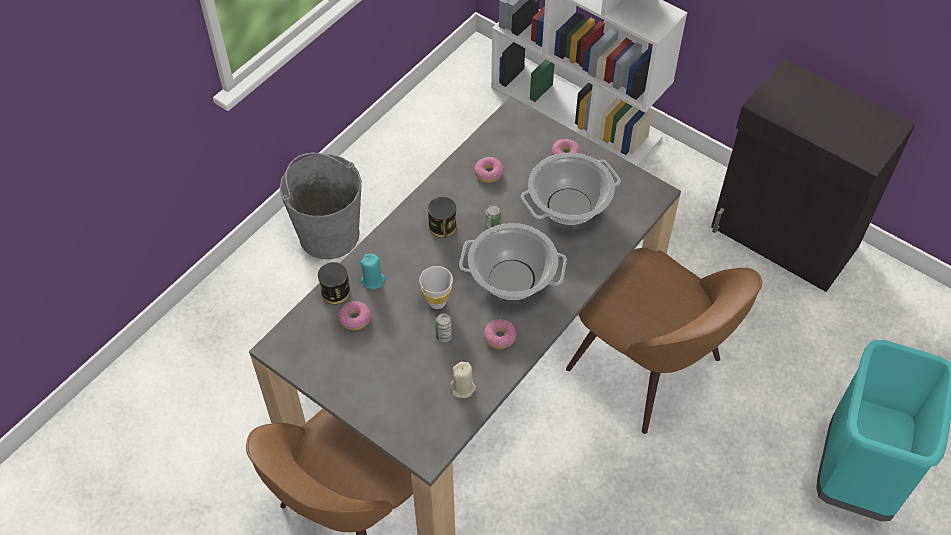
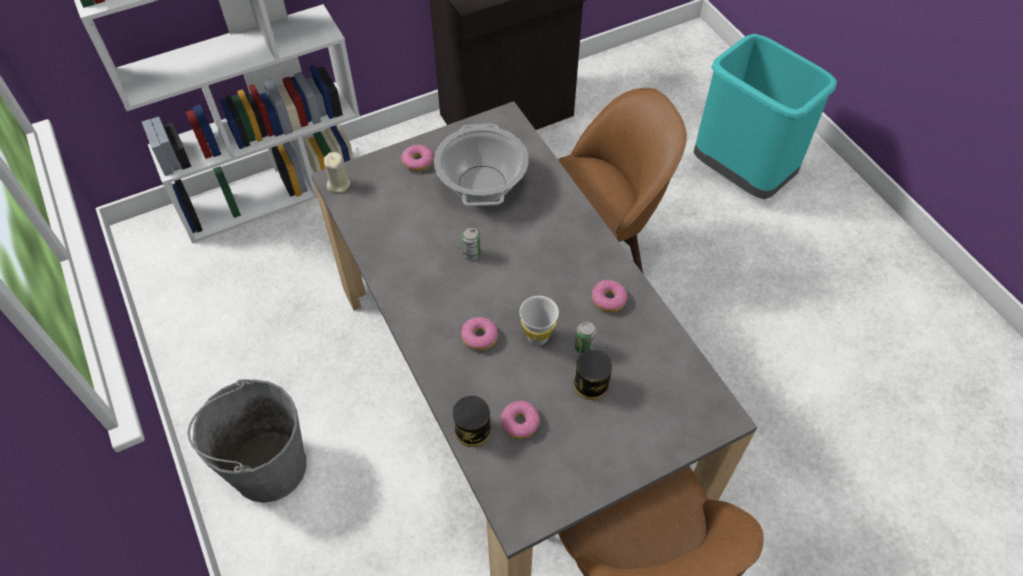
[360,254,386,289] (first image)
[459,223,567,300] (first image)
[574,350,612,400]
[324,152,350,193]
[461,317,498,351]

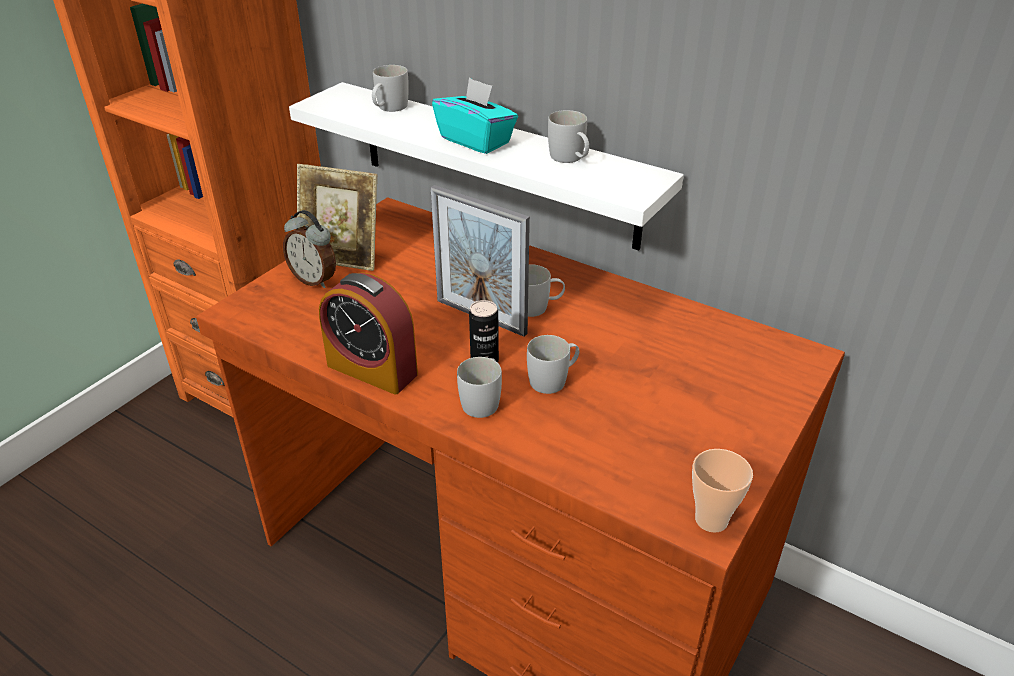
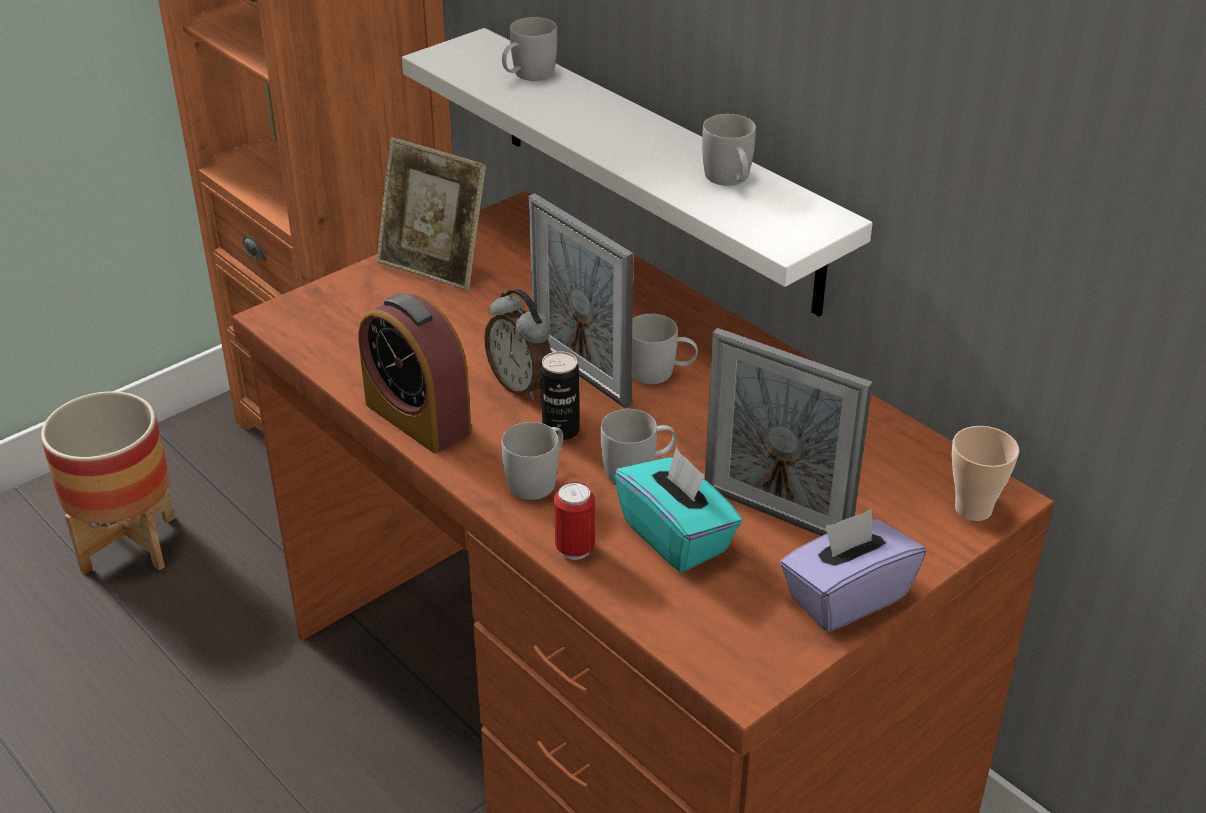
[41,391,175,574]
[554,482,595,560]
[705,328,873,536]
[780,509,926,632]
[484,289,552,400]
[614,447,742,572]
[952,426,1019,521]

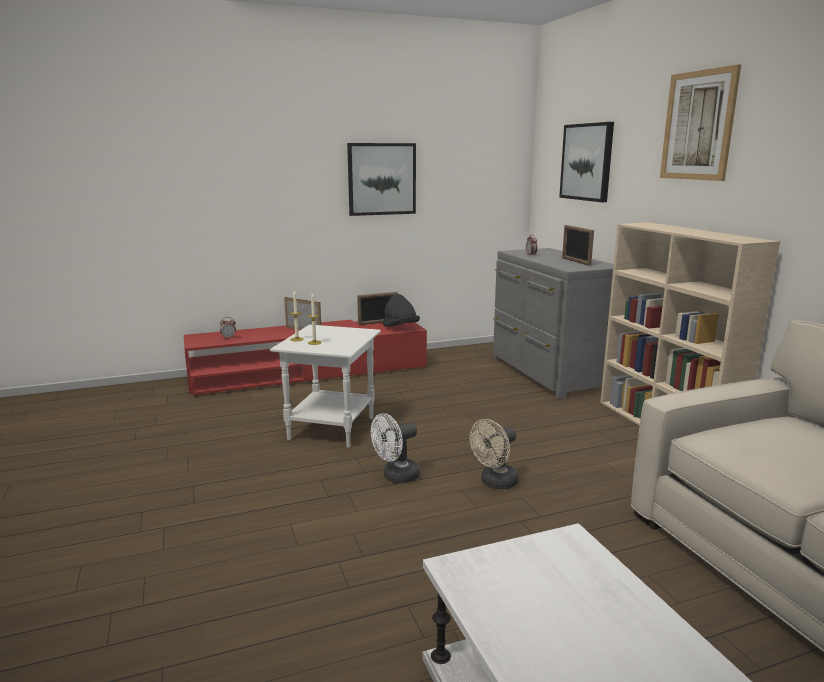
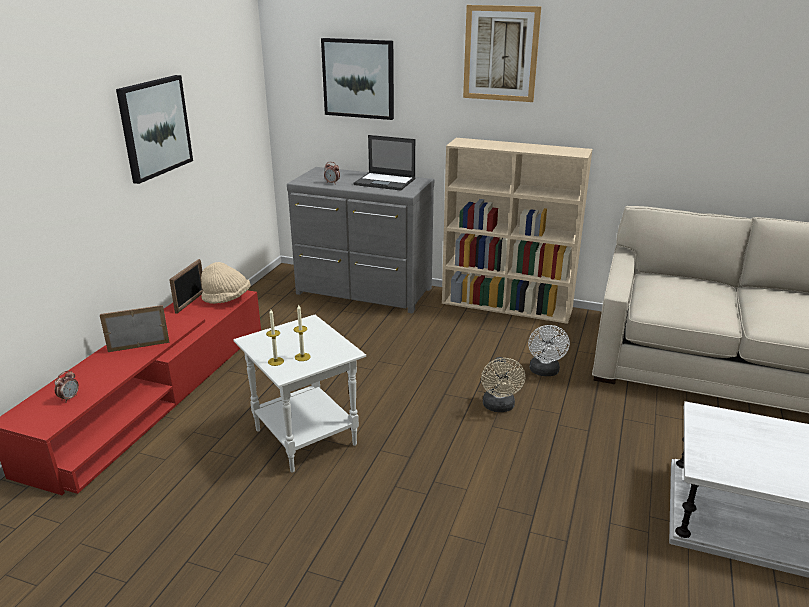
[528,325,570,376]
[354,135,415,190]
[201,262,251,304]

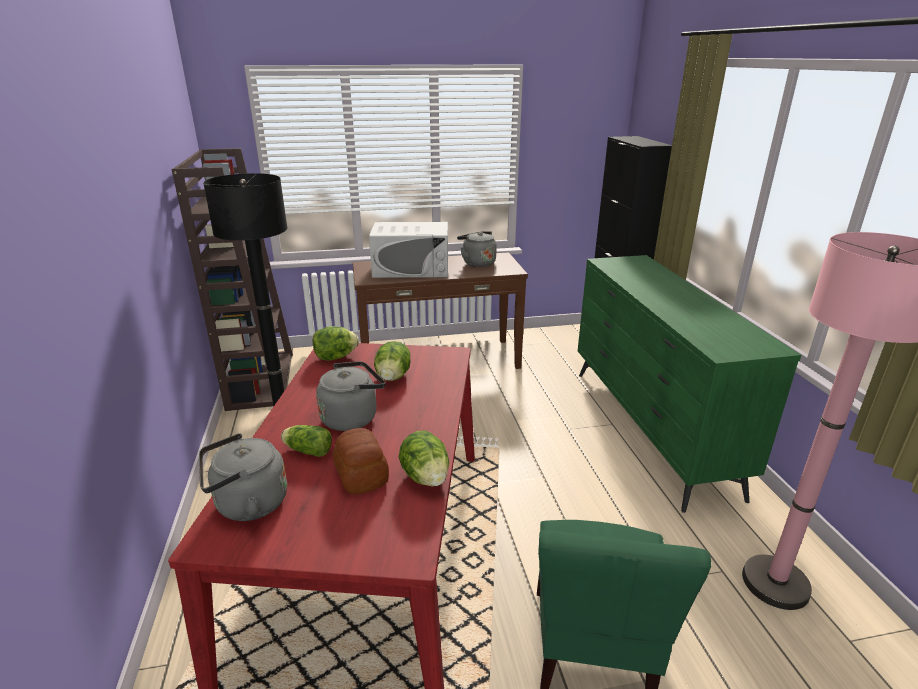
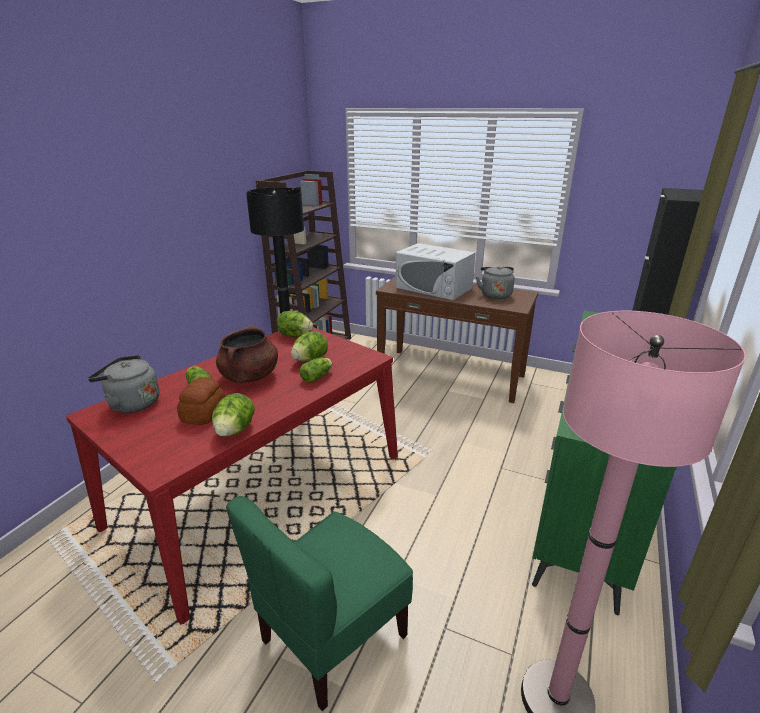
[299,357,332,383]
[216,325,278,383]

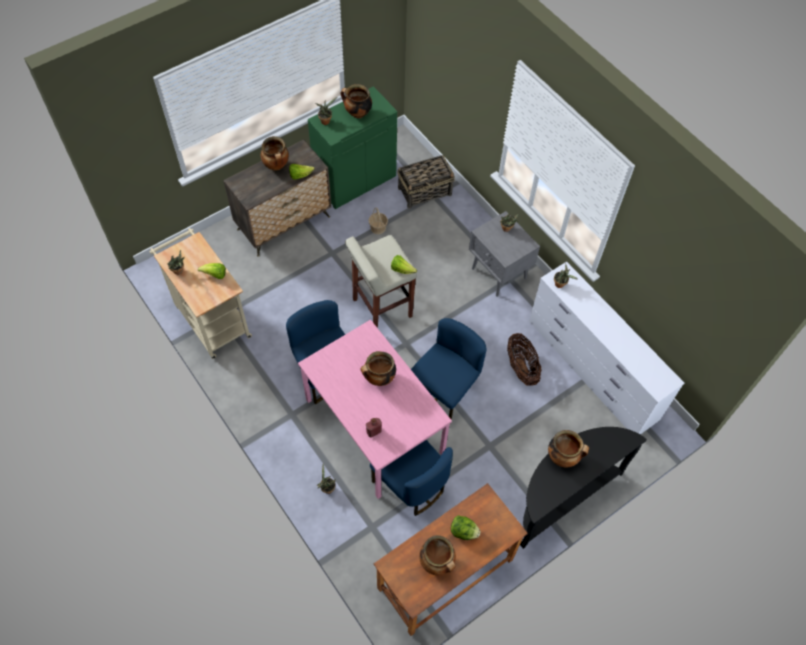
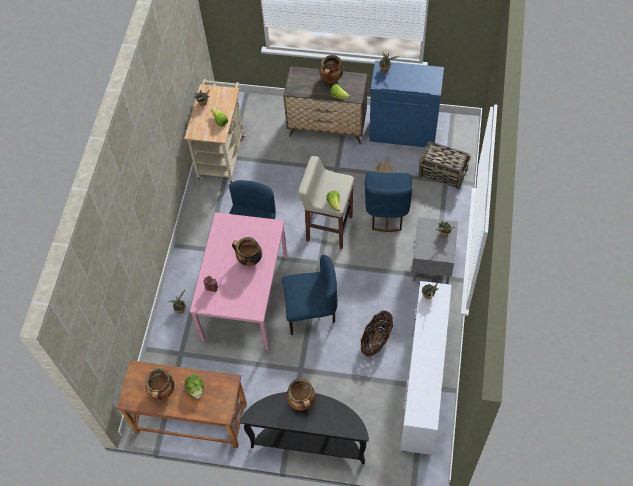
[340,84,372,118] (first image)
[365,172,412,232]
[369,61,444,147]

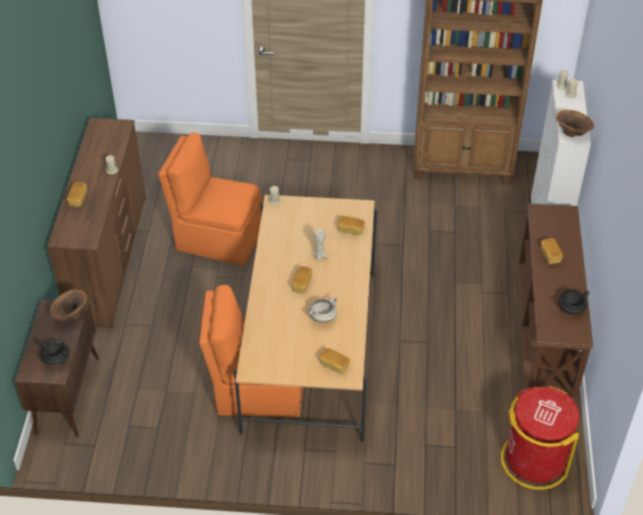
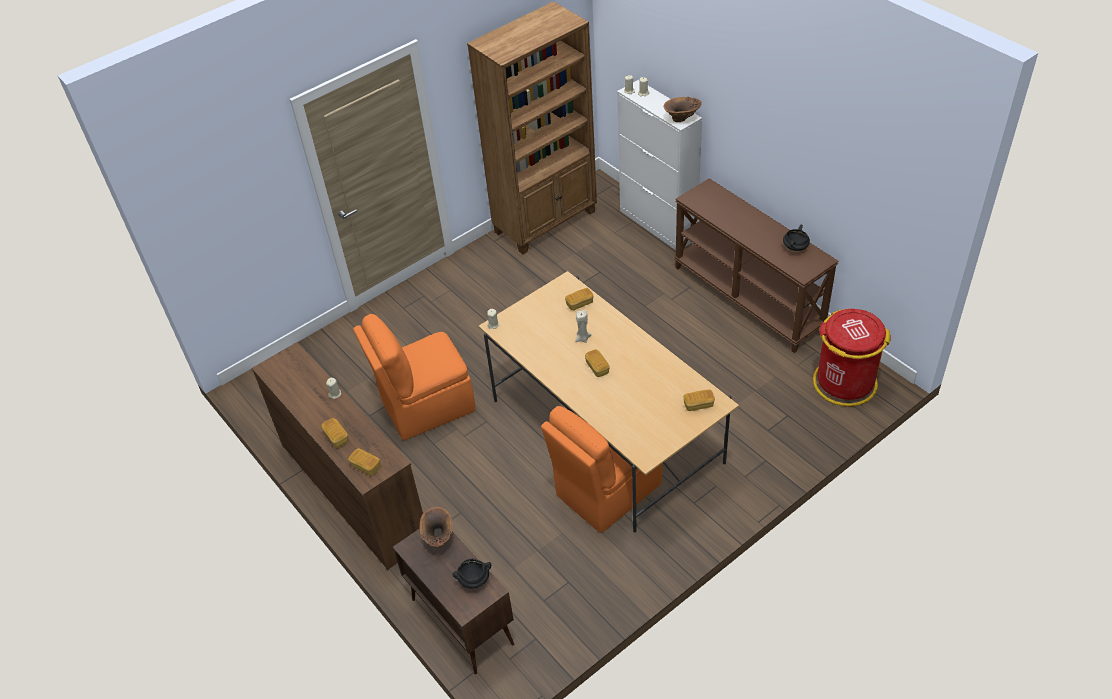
[308,297,337,323] (first image)
[348,448,381,476]

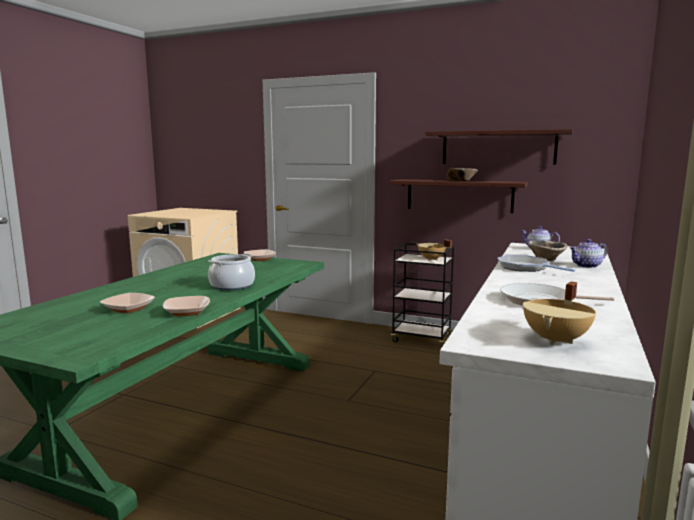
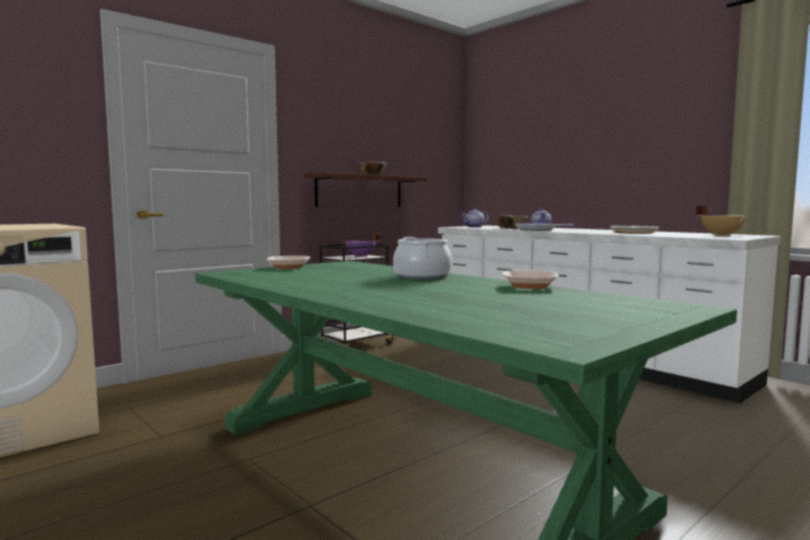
[100,293,155,313] (first image)
[425,129,573,164] (first image)
[344,234,381,257]

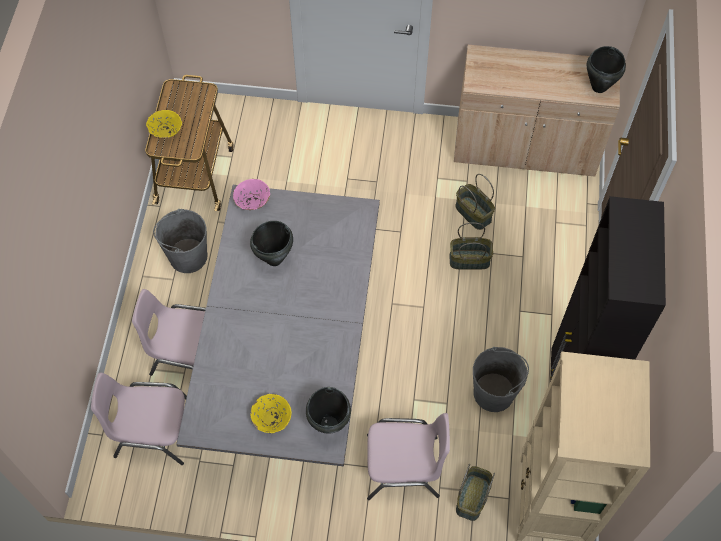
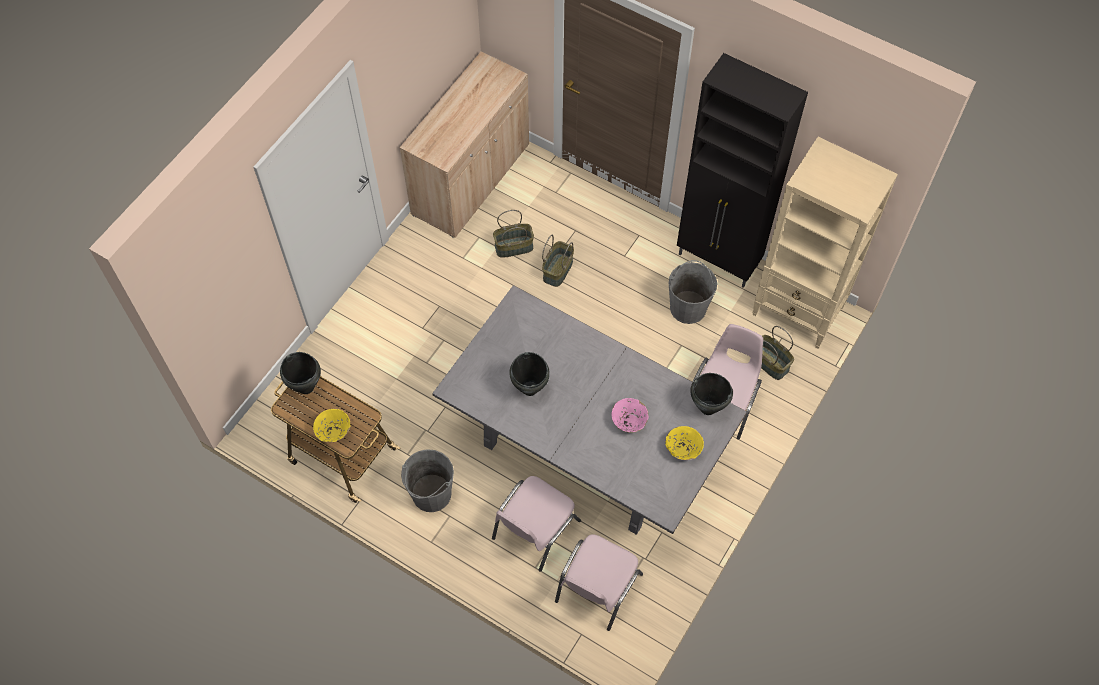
[611,398,648,433]
[280,352,321,394]

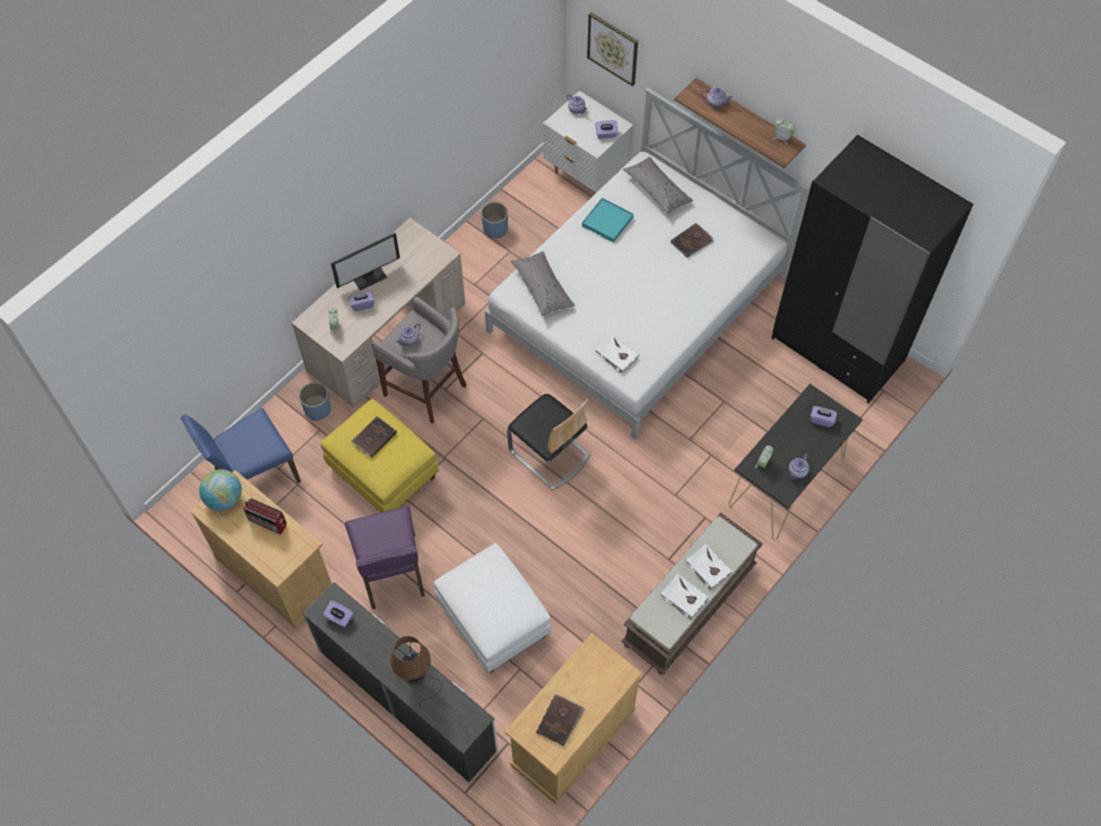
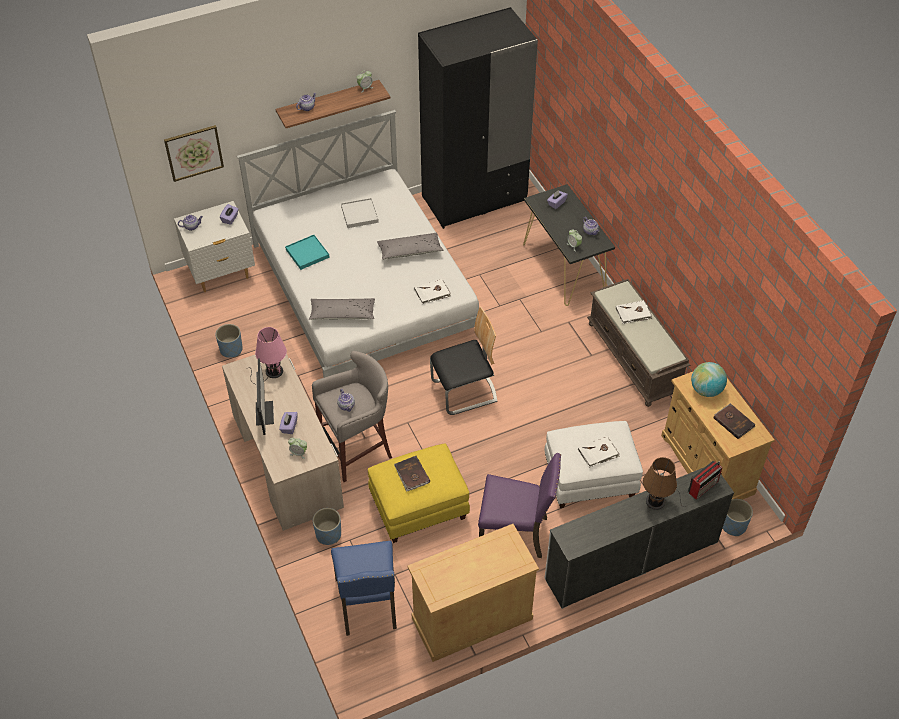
[323,600,354,628] (first image)
[246,327,287,385]
[722,499,753,536]
[691,362,727,397]
[688,461,722,499]
[377,233,443,260]
[578,436,620,467]
[341,198,379,228]

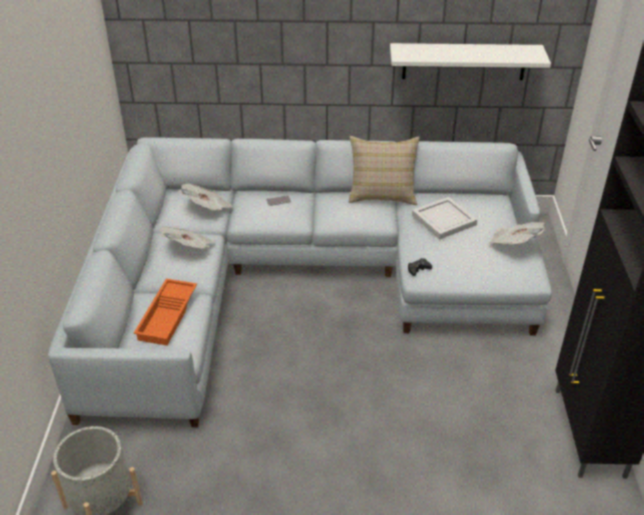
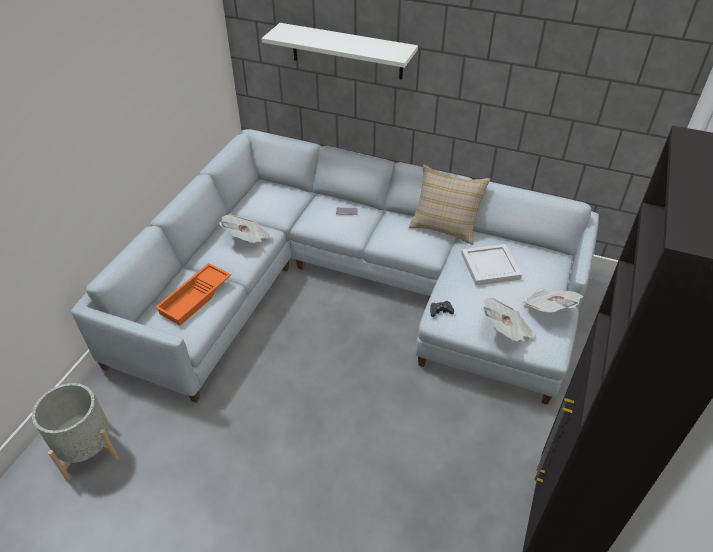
[481,298,536,342]
[261,23,418,80]

